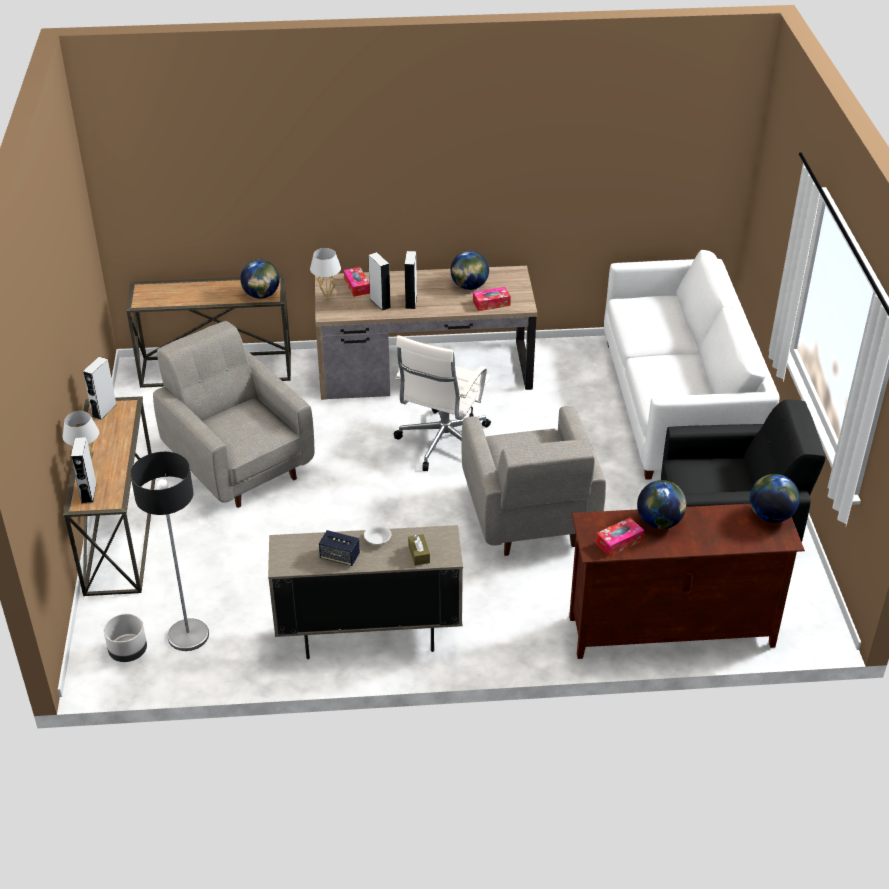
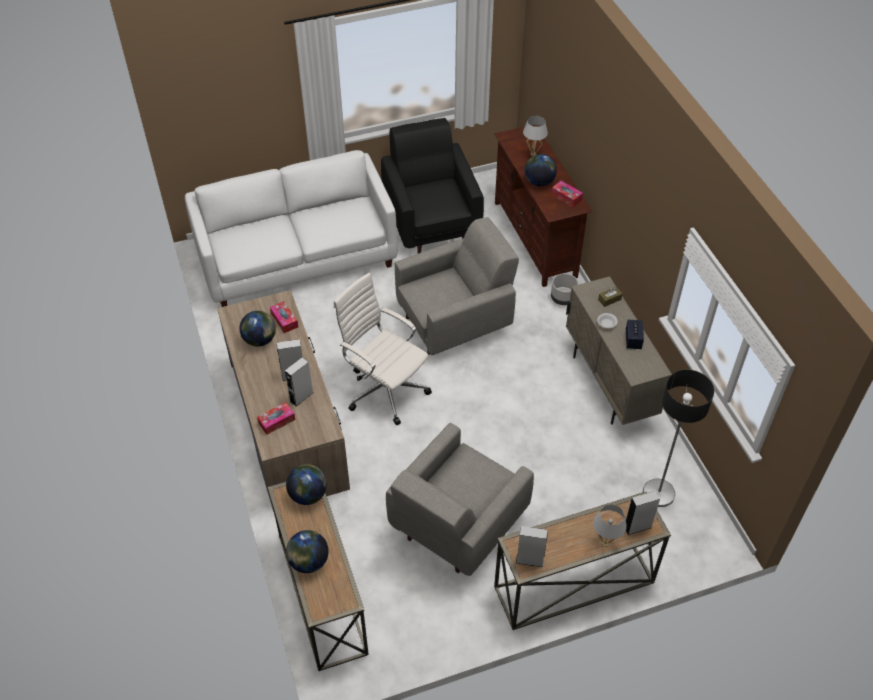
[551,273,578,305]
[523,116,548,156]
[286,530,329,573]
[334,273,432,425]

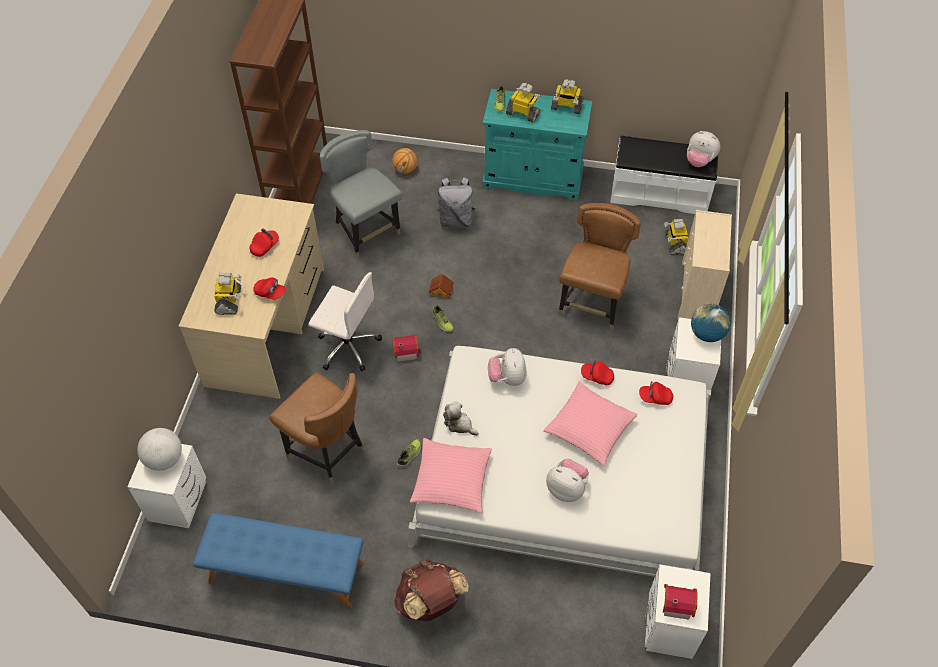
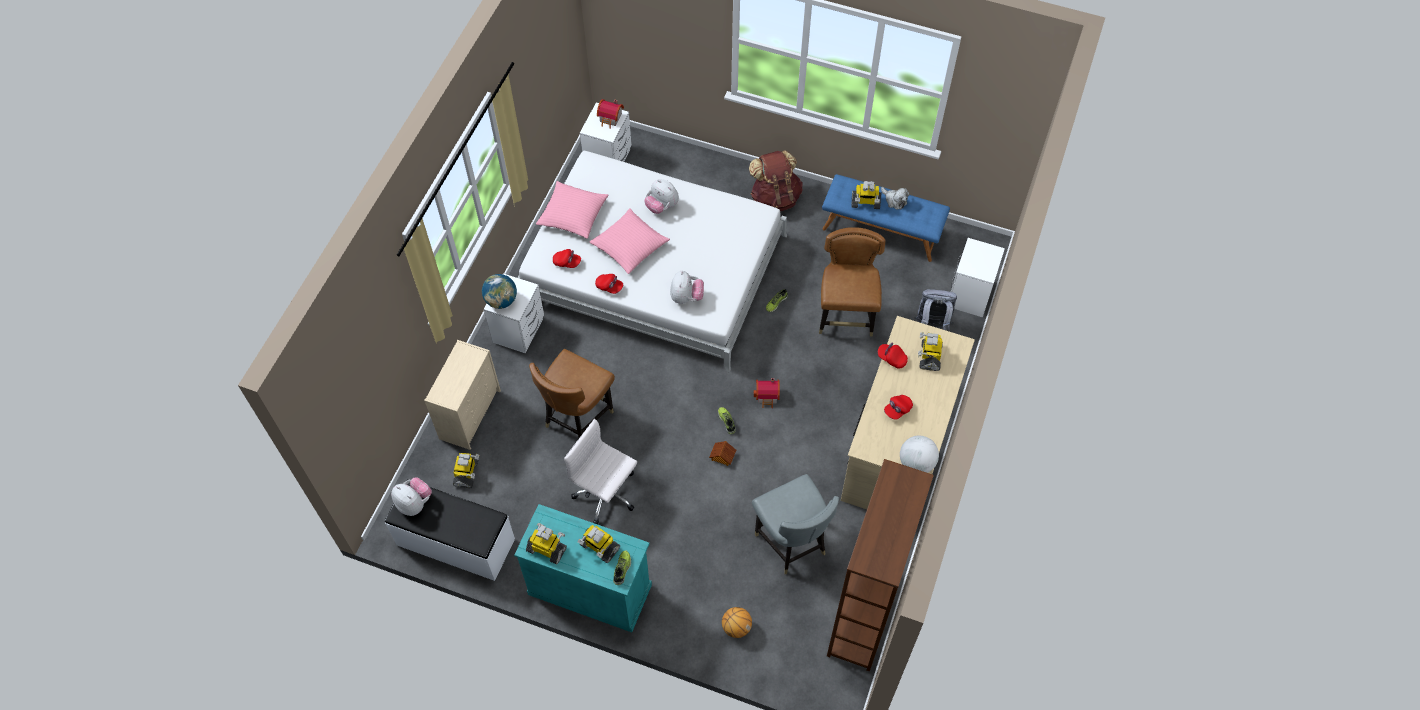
[852,181,881,209]
[900,436,939,473]
[564,419,637,524]
[536,181,608,239]
[914,289,957,332]
[881,187,909,210]
[819,227,886,336]

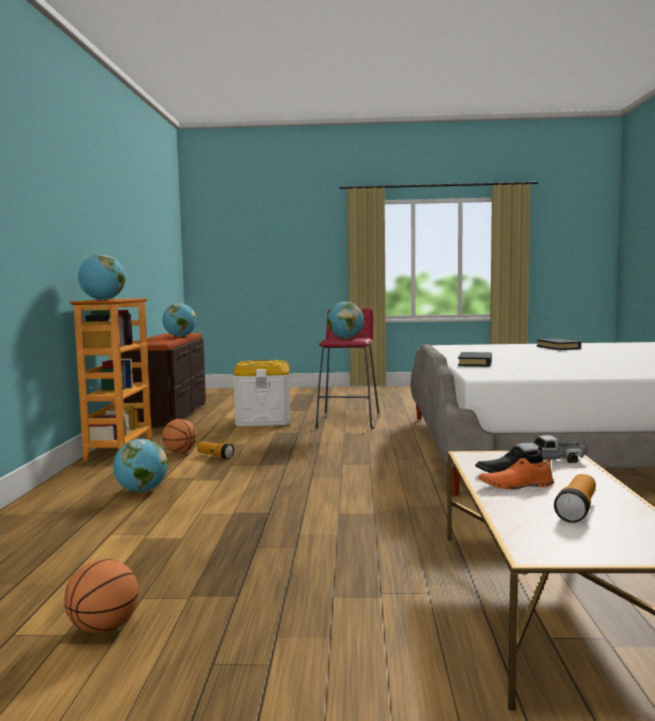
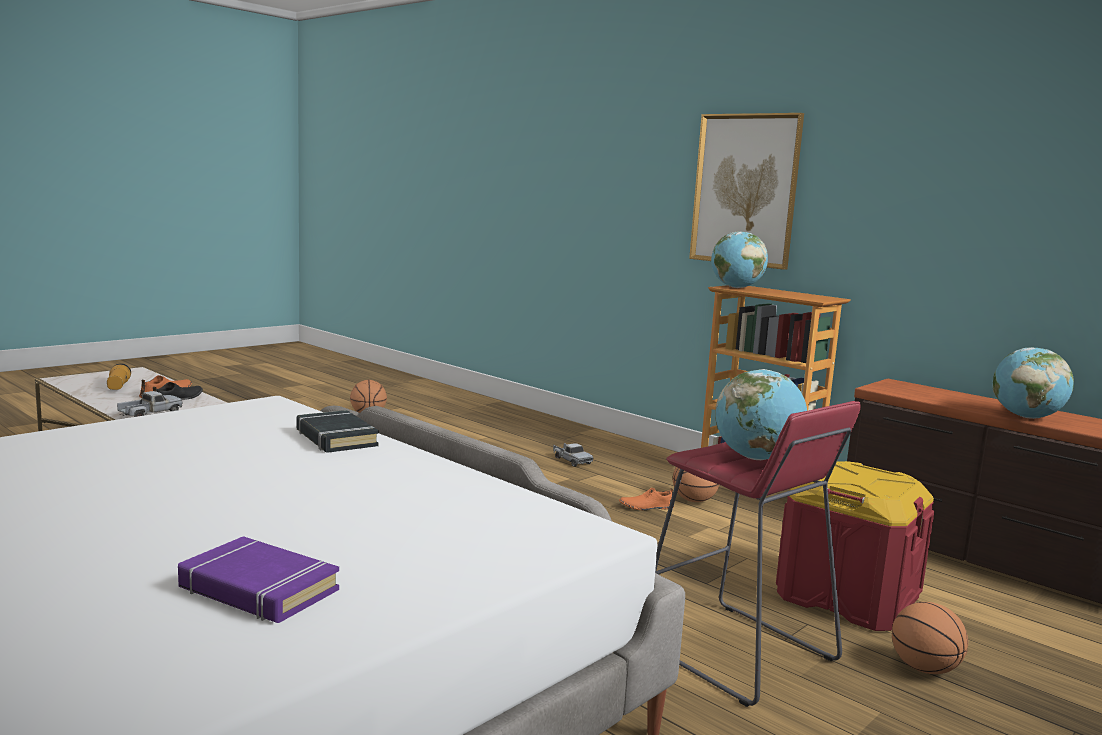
[689,113,804,270]
[892,602,968,674]
[553,443,593,467]
[619,488,674,510]
[776,461,934,631]
[178,536,339,623]

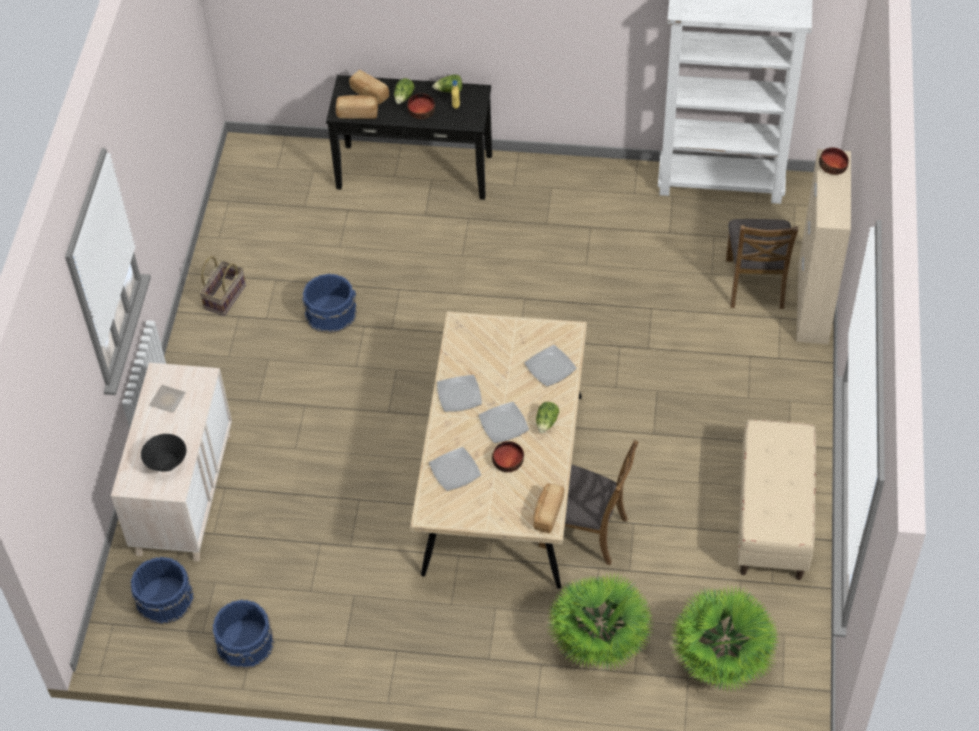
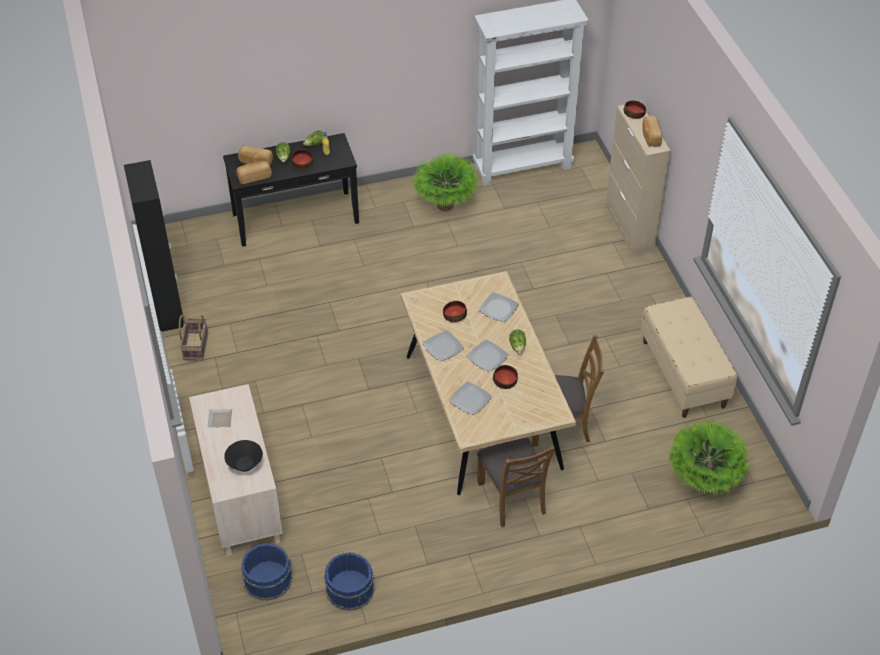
[302,274,357,333] (first image)
[124,160,184,332]
[443,301,467,322]
[642,116,662,147]
[410,152,480,211]
[477,437,555,527]

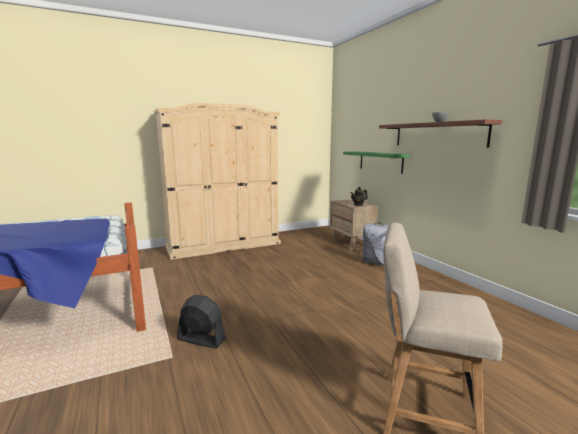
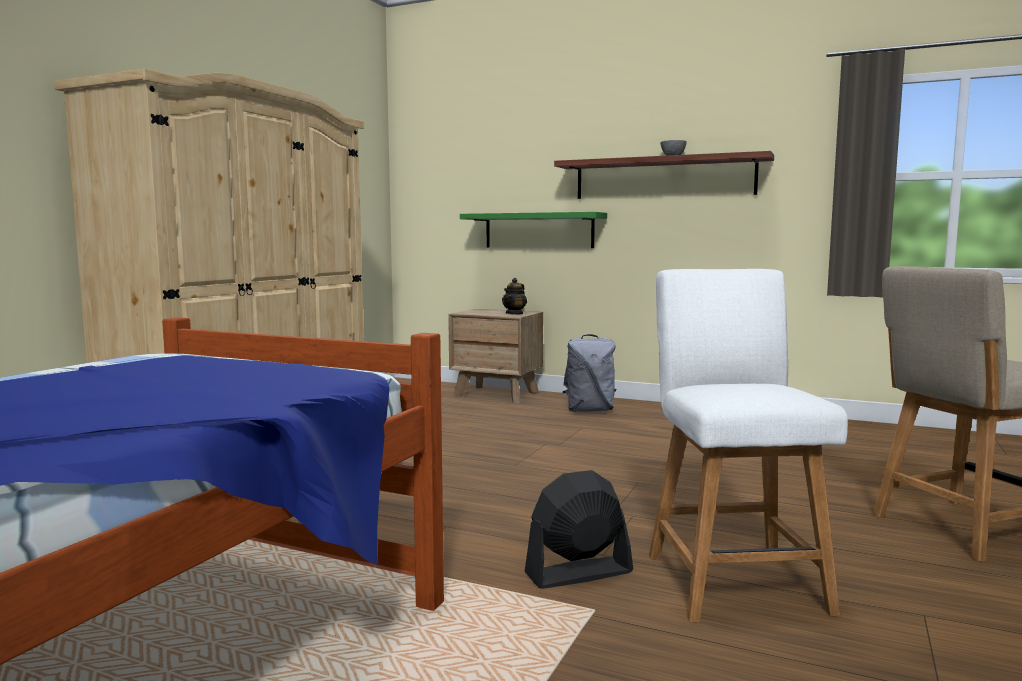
[649,269,848,622]

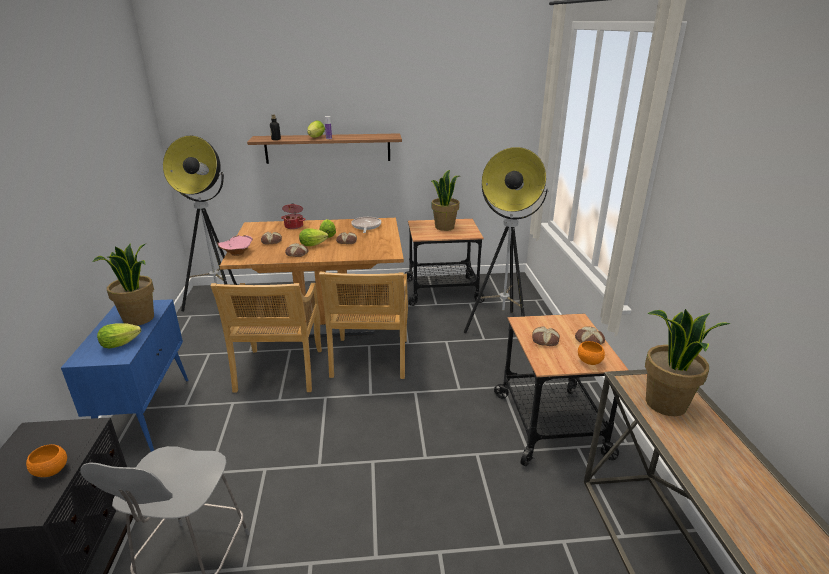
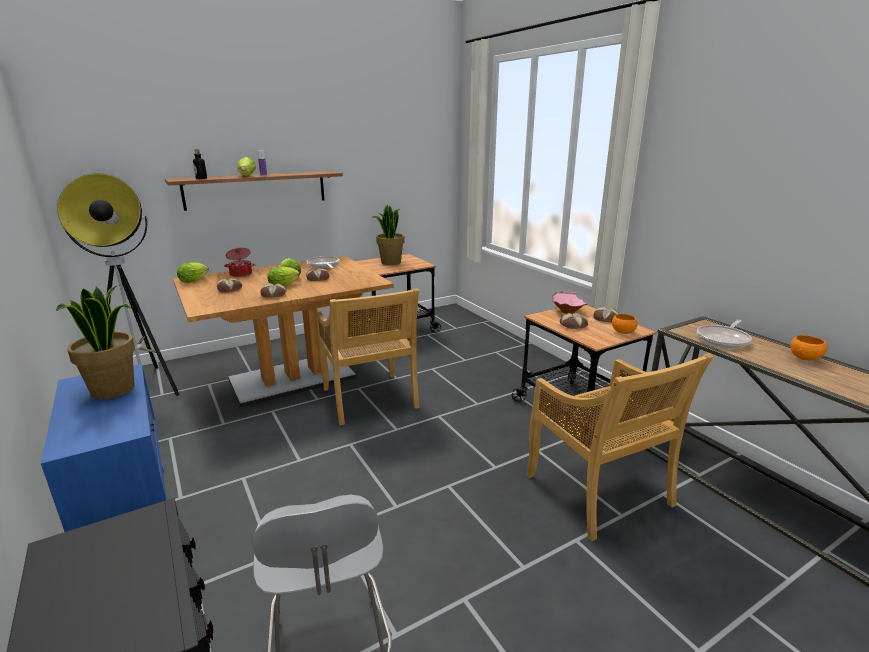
[464,147,549,333] (first image)
[790,335,827,360]
[177,262,209,283]
[527,353,713,541]
[552,292,587,314]
[697,320,752,348]

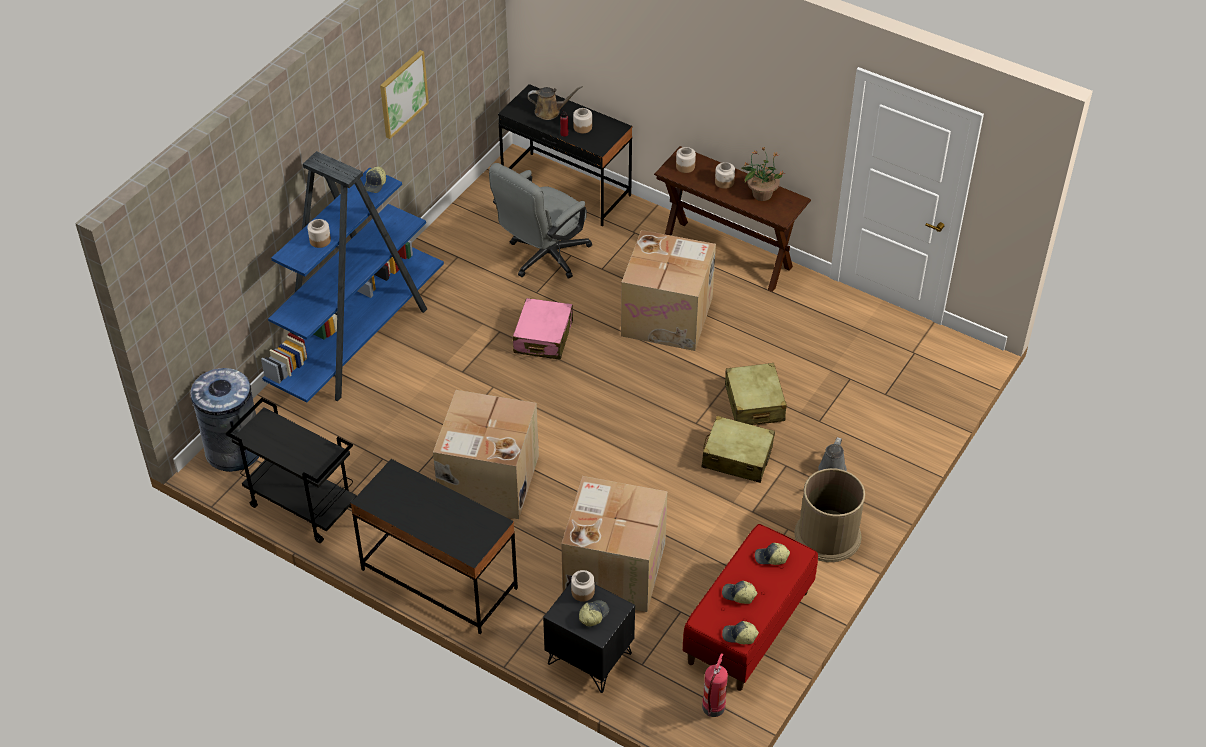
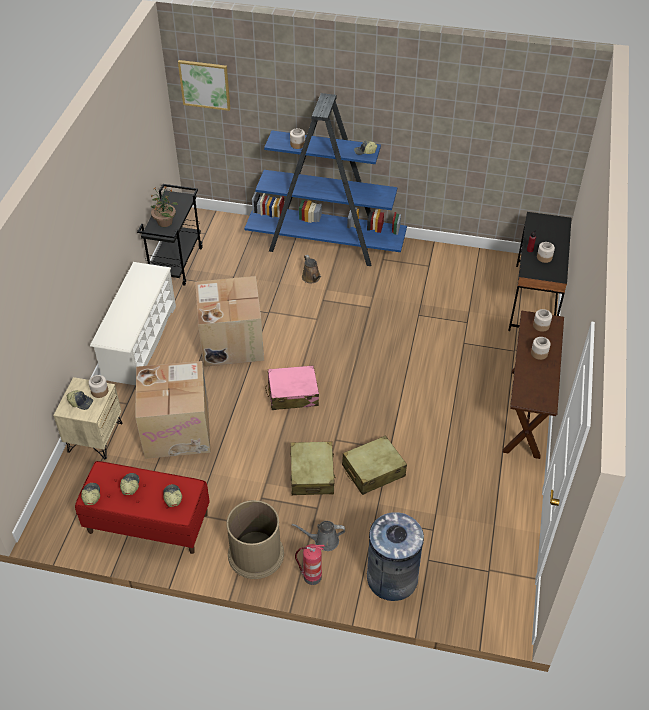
[489,163,592,279] (first image)
[621,230,716,351] (first image)
[367,512,424,601]
[178,60,230,111]
[265,365,319,410]
[302,255,321,283]
[295,544,325,585]
[150,186,179,227]
[90,262,176,385]
[53,377,122,459]

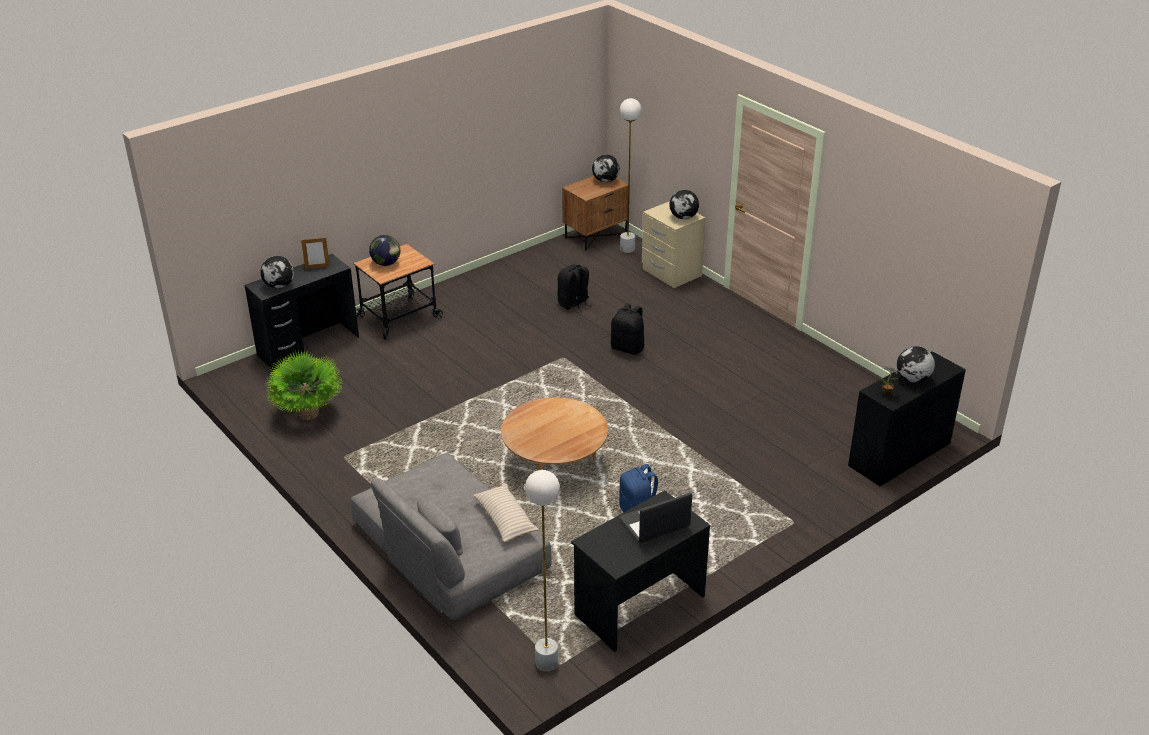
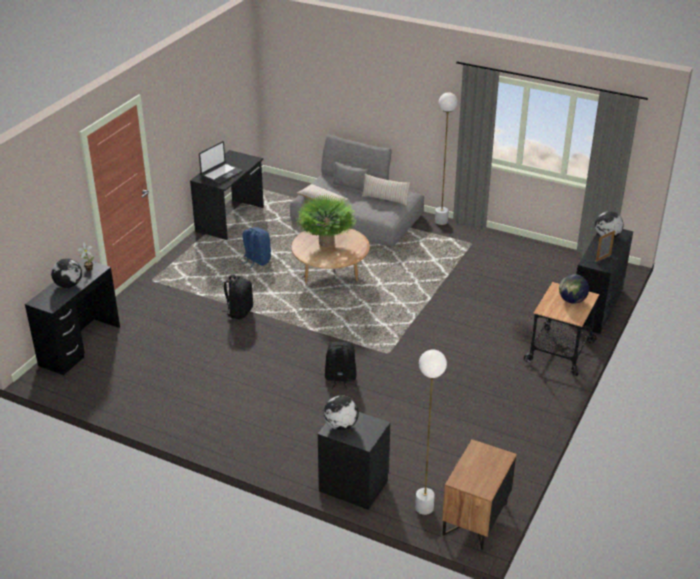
[592,155,620,182] (first image)
[362,174,410,206]
[296,193,356,247]
[435,92,458,225]
[222,274,253,319]
[318,412,390,510]

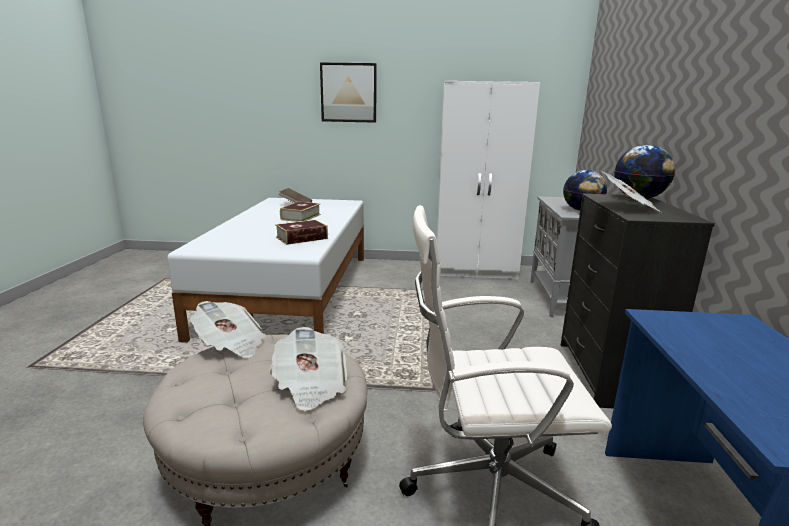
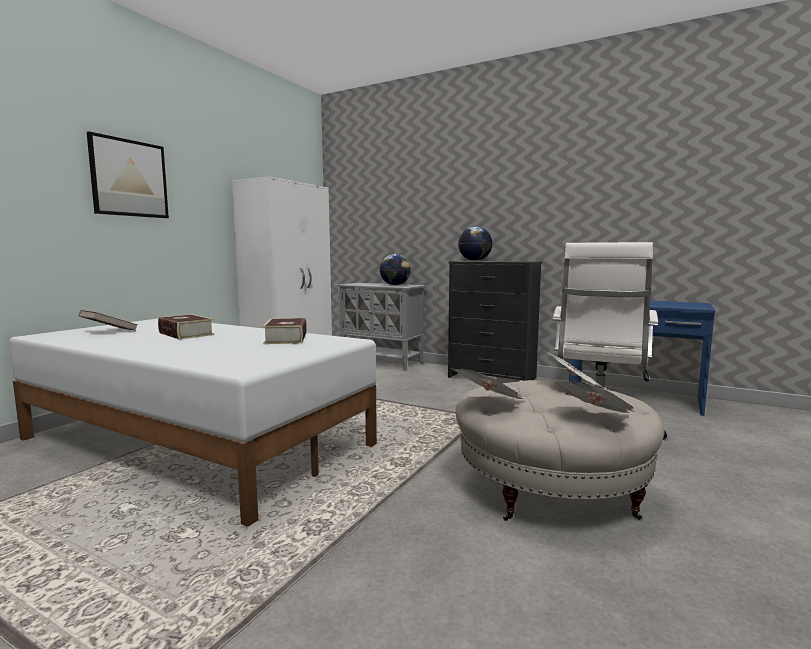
[554,381,633,413]

